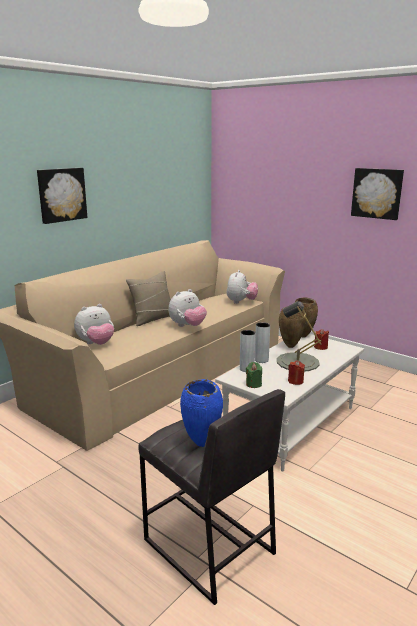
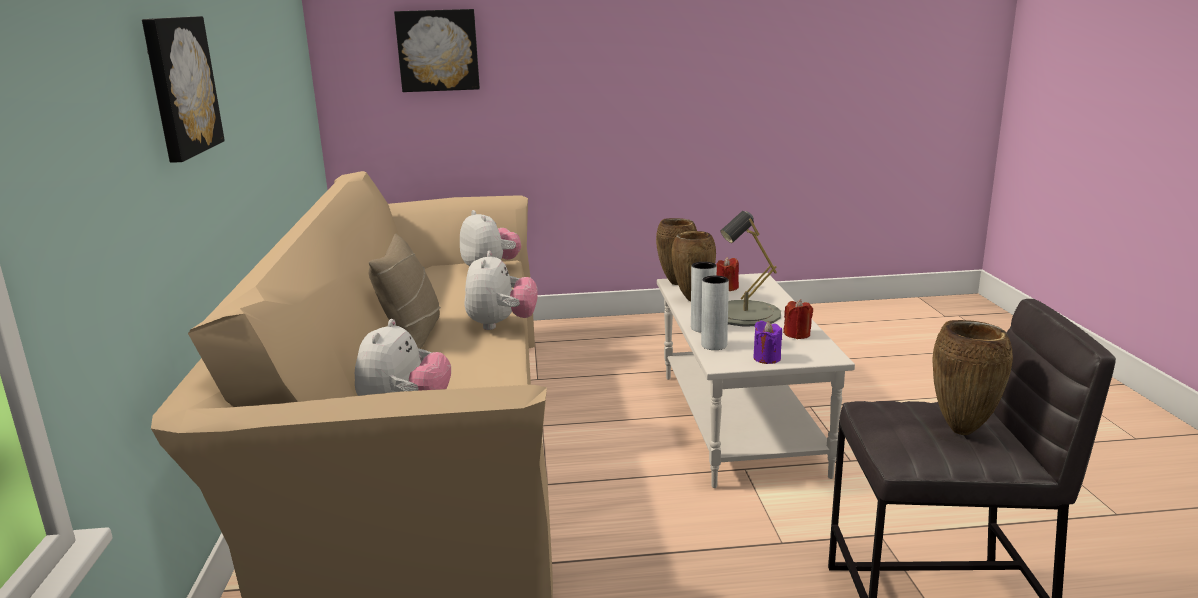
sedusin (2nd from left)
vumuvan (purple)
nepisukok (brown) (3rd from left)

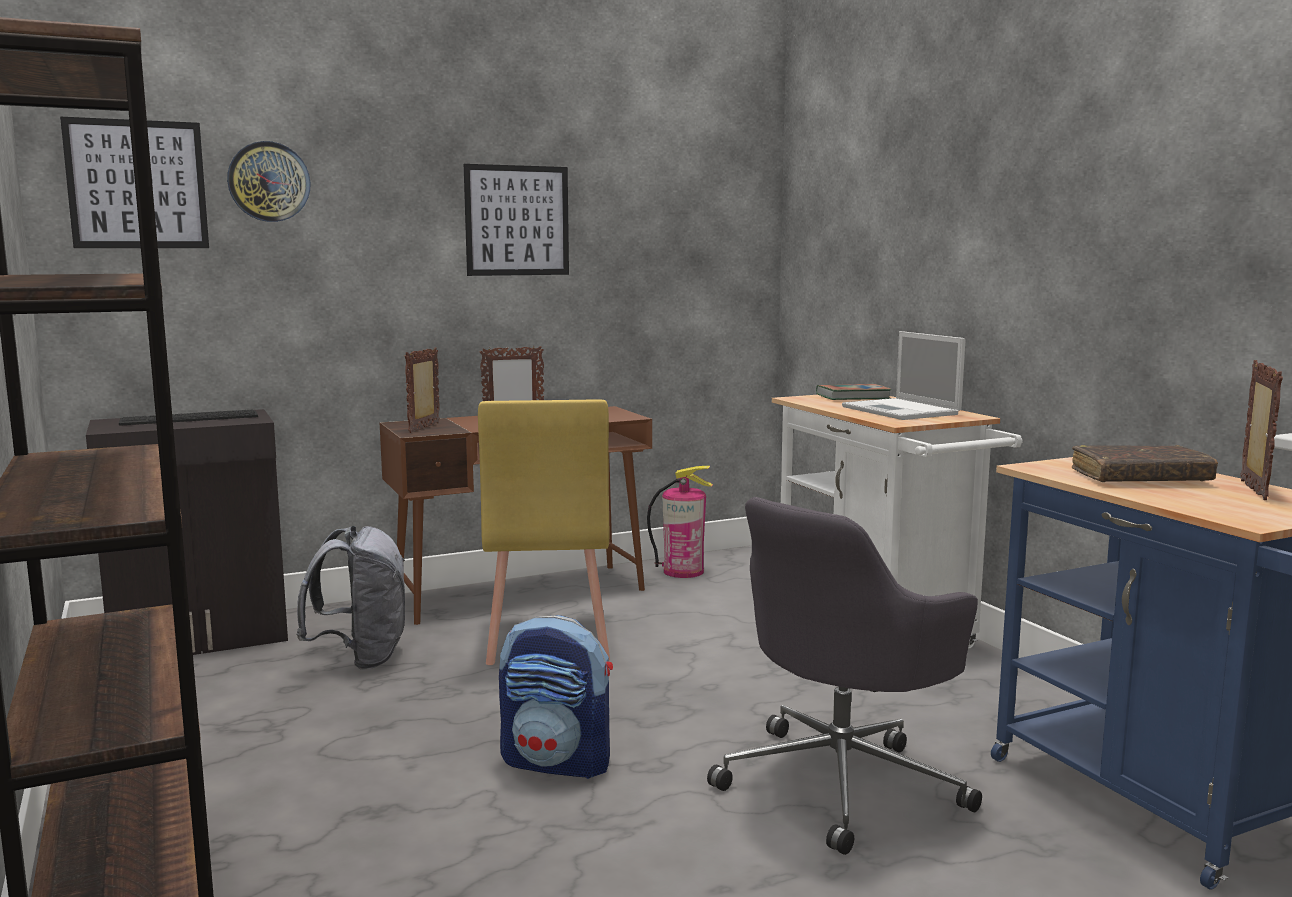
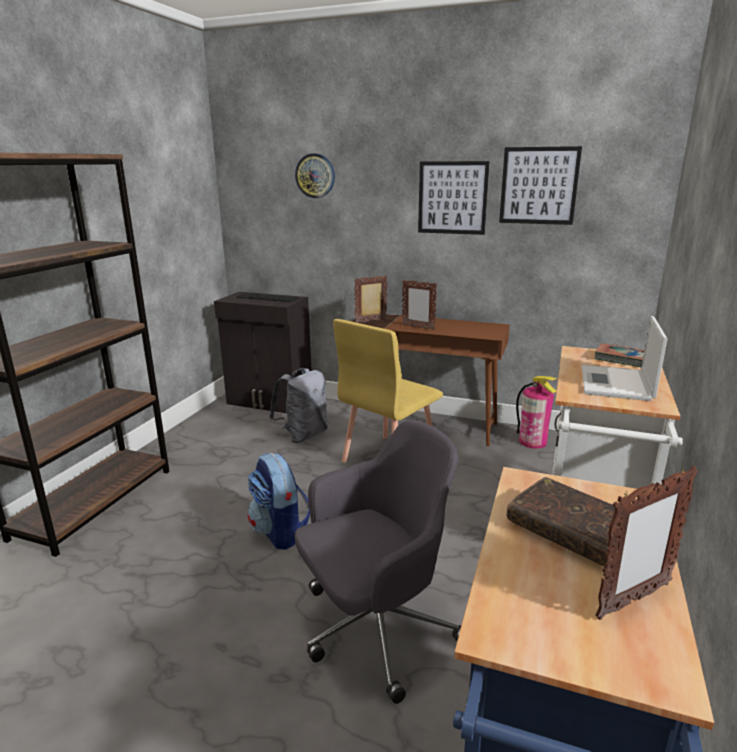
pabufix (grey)
sedusin (2nd from left)

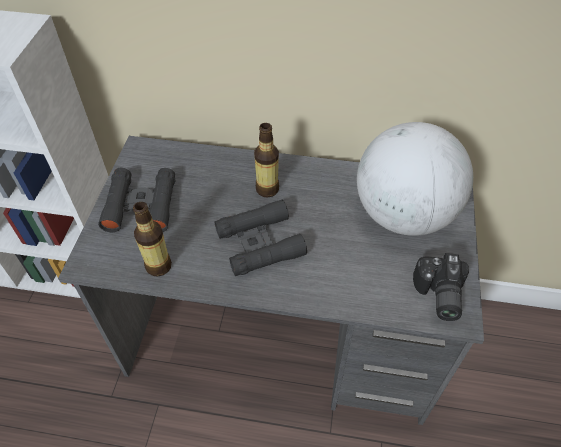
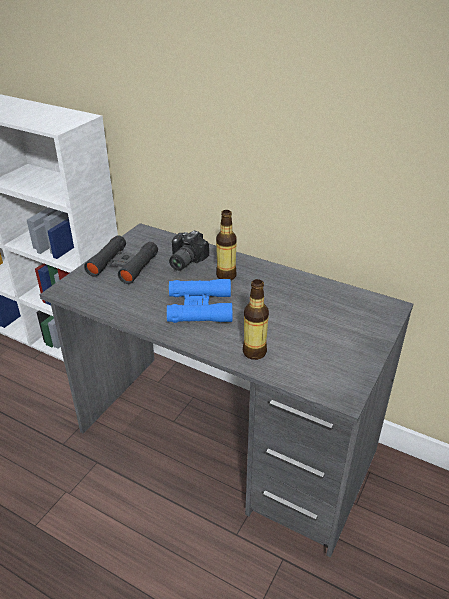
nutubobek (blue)
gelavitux
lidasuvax (2nd from left)
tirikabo

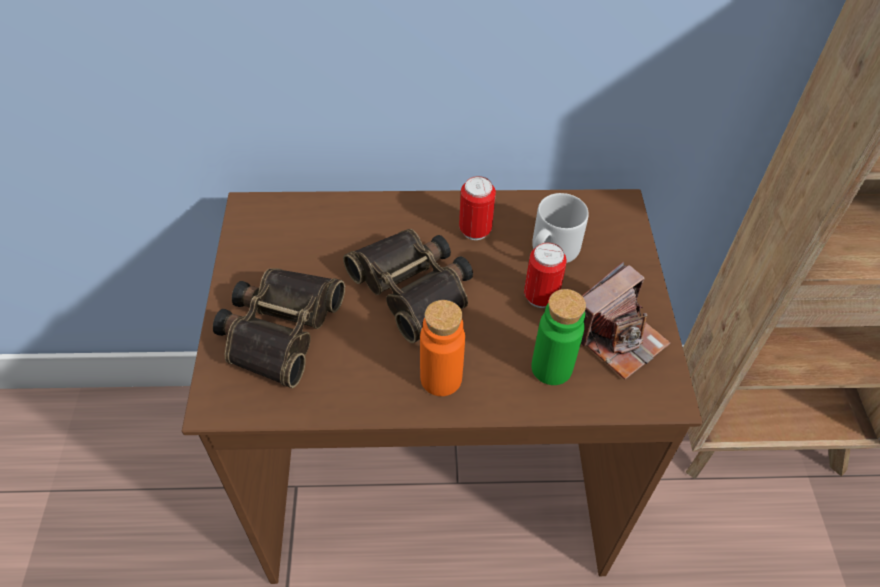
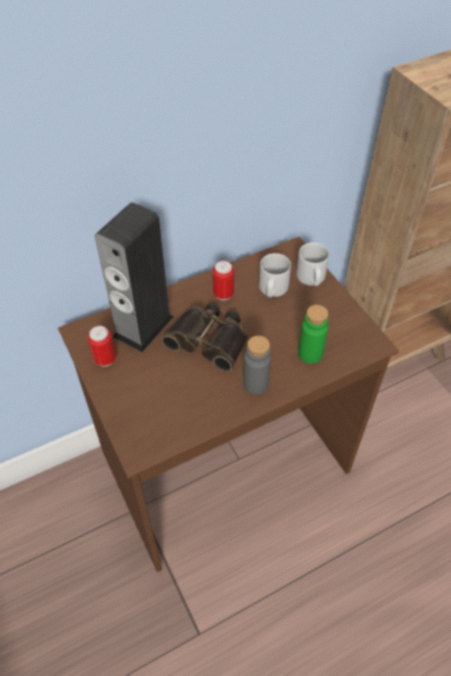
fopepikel (1st from left)
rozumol
lidasuvax (grey)
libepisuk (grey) (2nd from left)
nutubobek (1st from left in the first image)
gelavitux

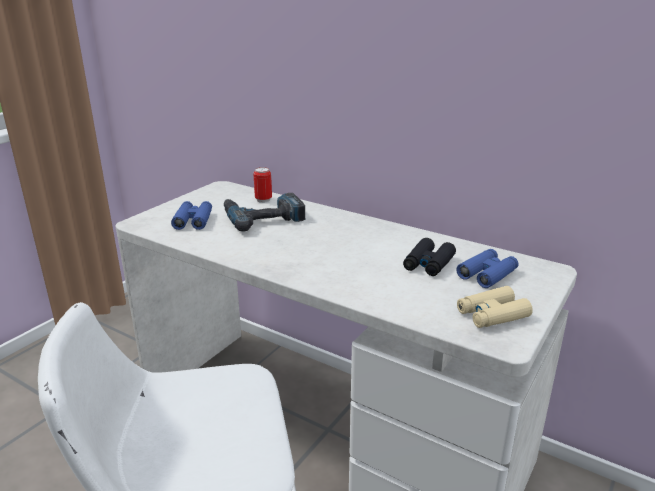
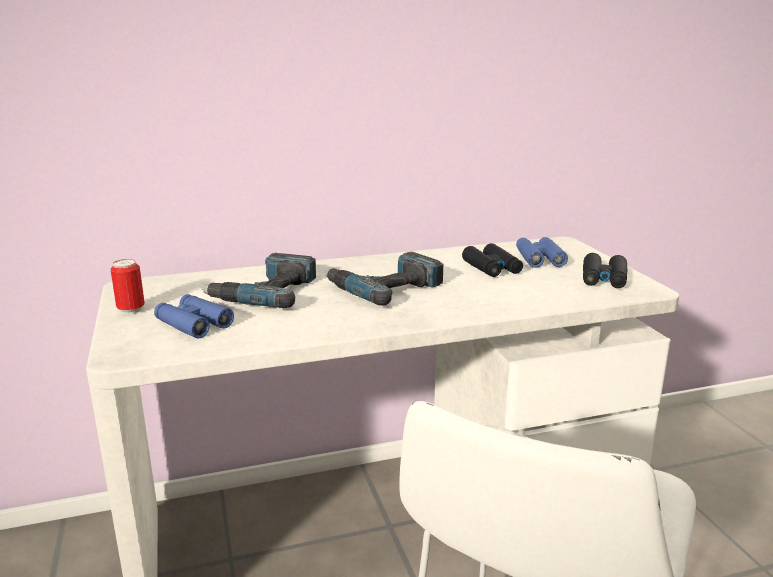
fopepikel
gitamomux (2nd from left)
nutubobek (black) (2nd from left)

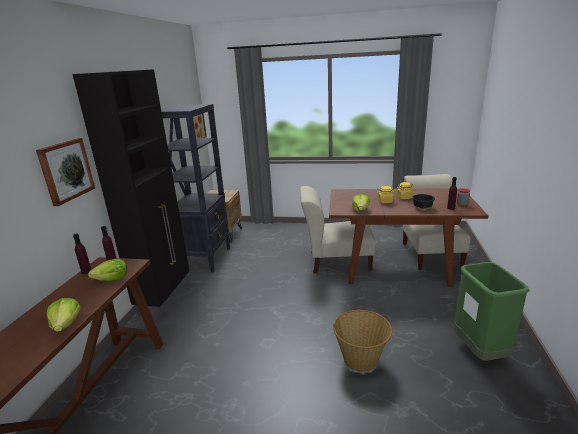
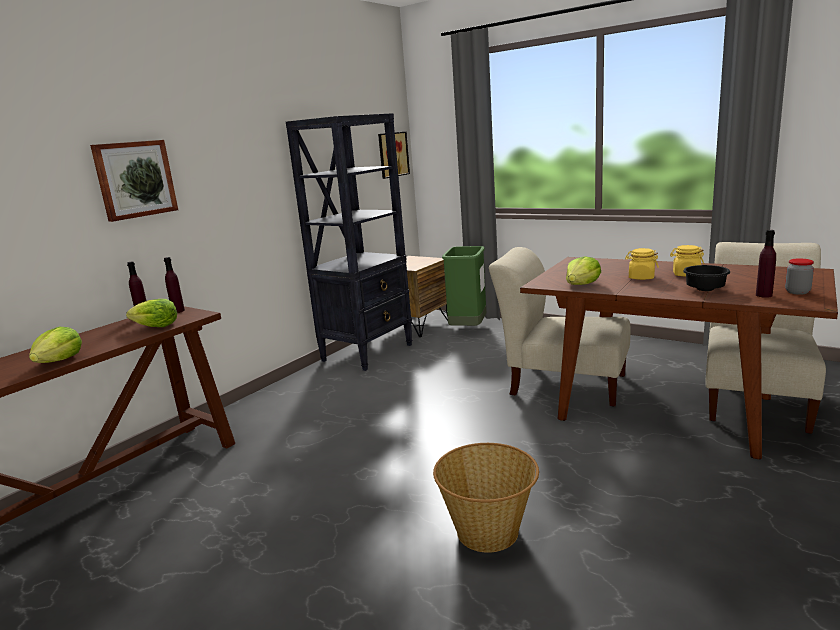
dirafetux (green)
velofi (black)

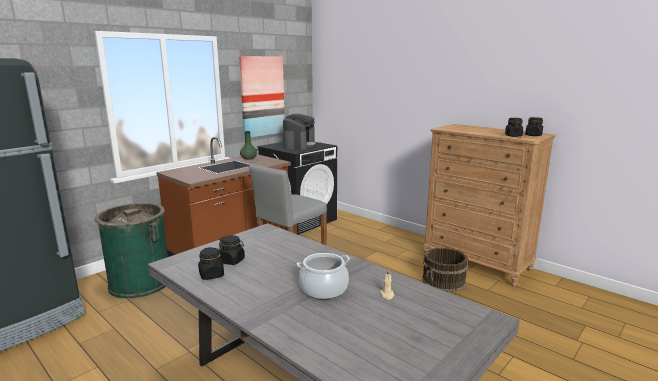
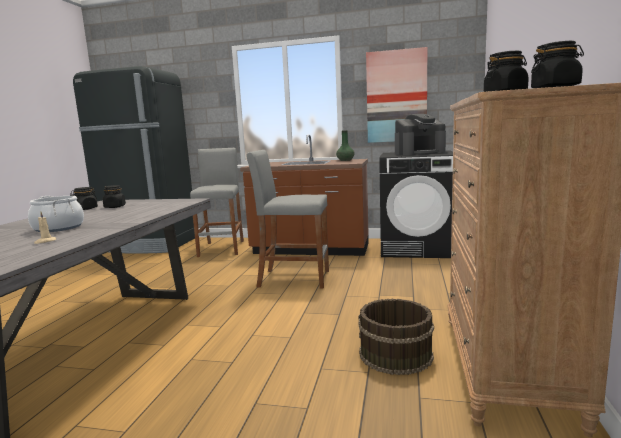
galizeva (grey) (1st from left)

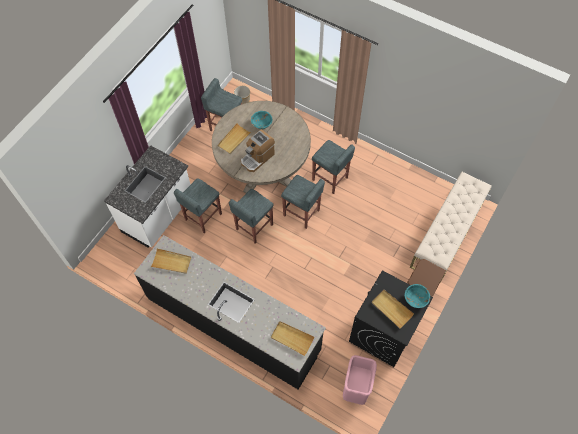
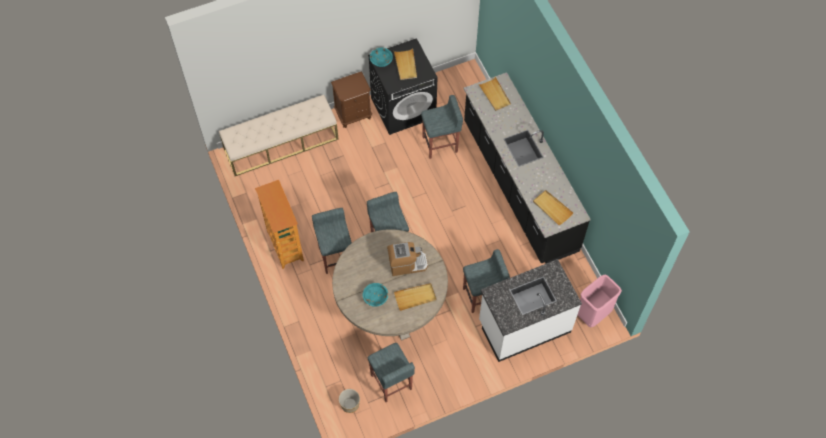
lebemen
galizeva (grey) (4th from left)
dirafetux (pink)

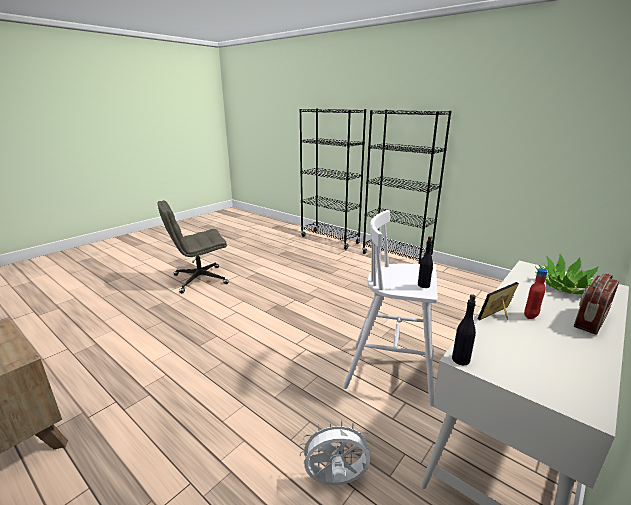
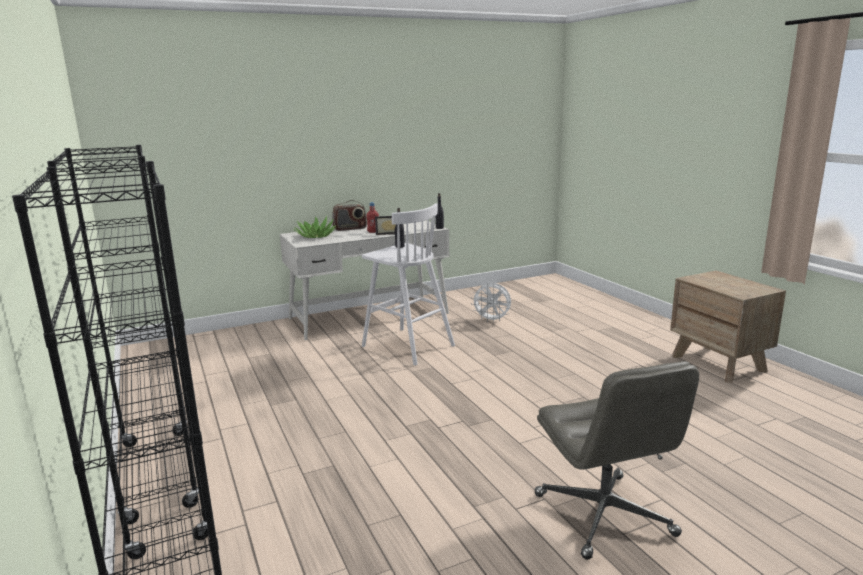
pabufix (grey)

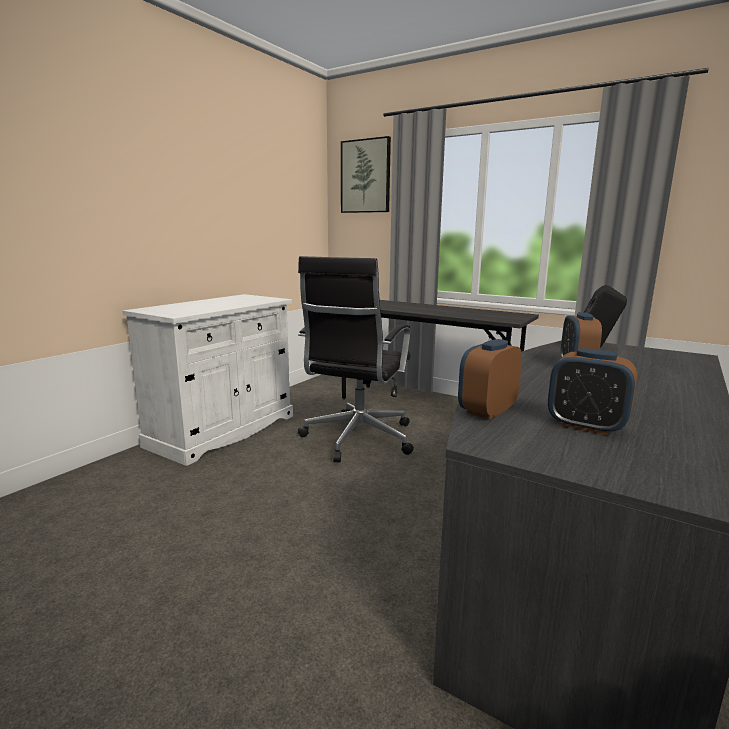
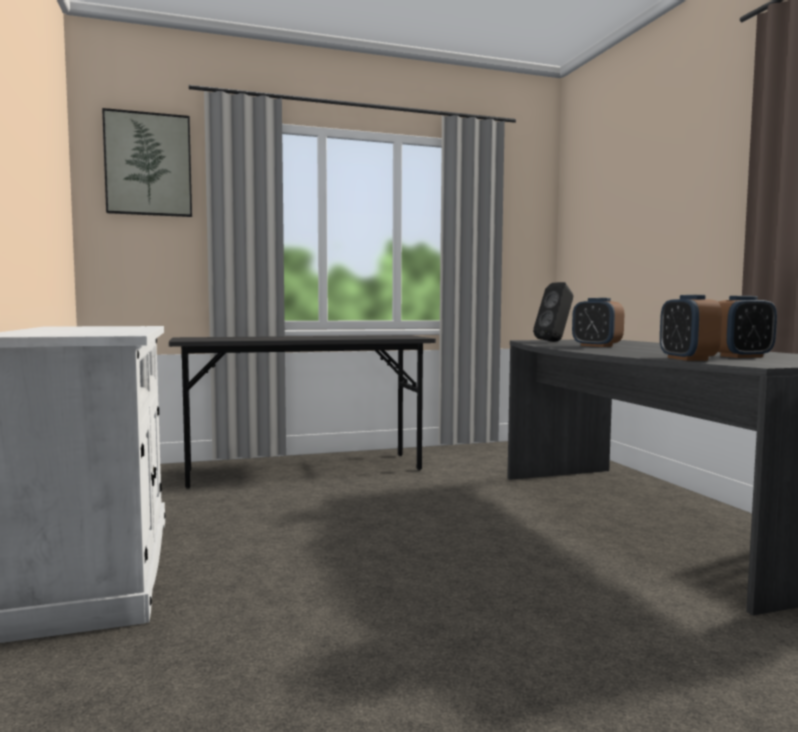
pabufix (black)

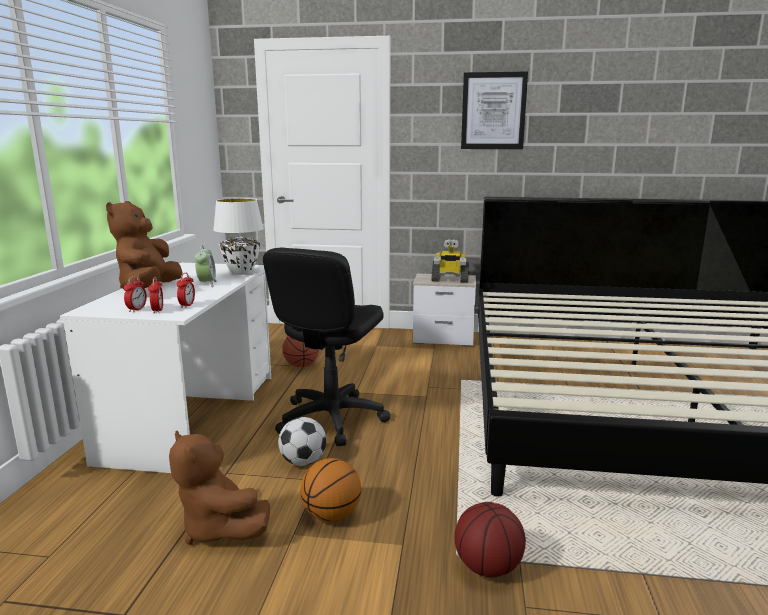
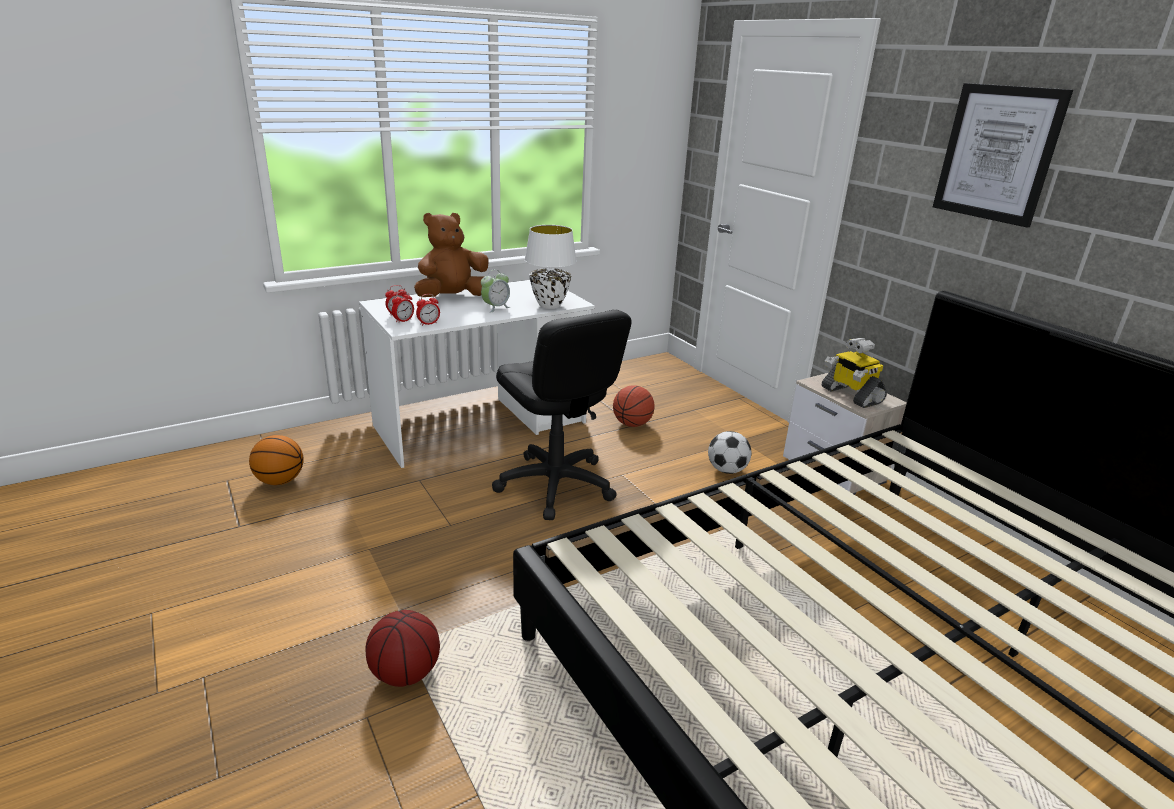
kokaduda (1st from left)
pabufix (black)
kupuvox
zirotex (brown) (2nd from left in the first image)

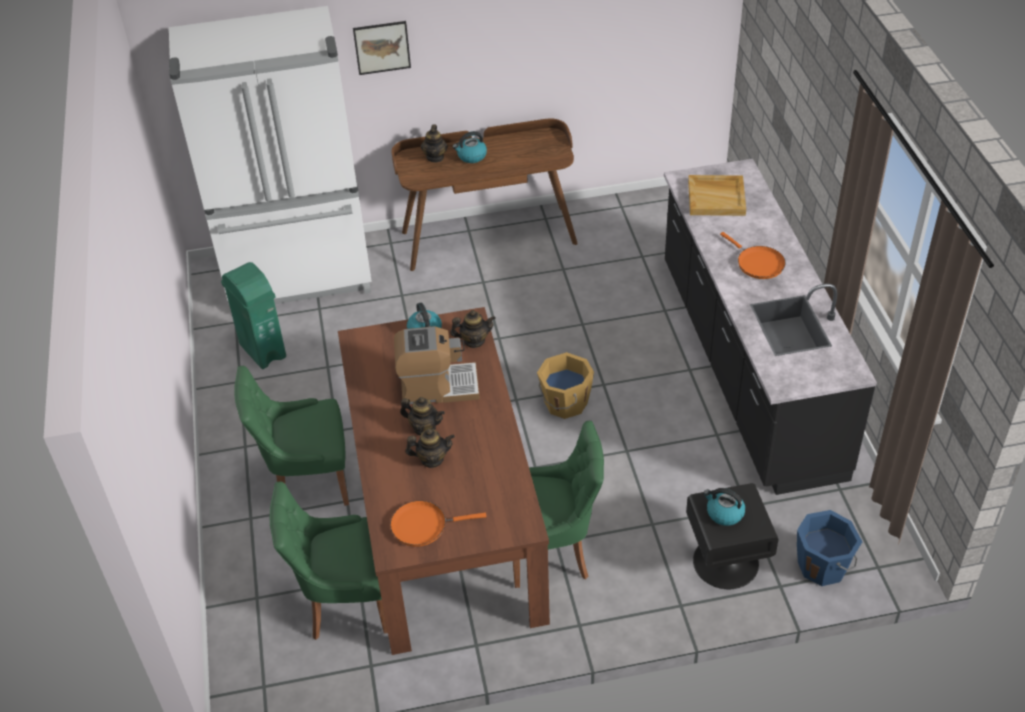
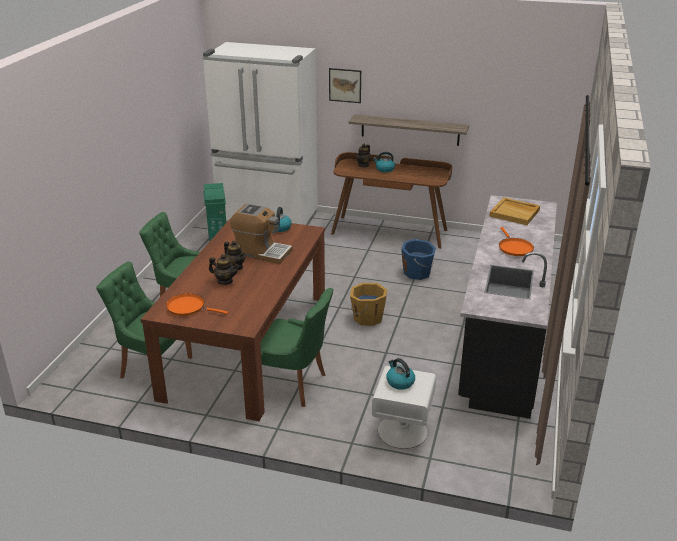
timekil
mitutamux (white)
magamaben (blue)
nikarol (4th from left in the first image)

